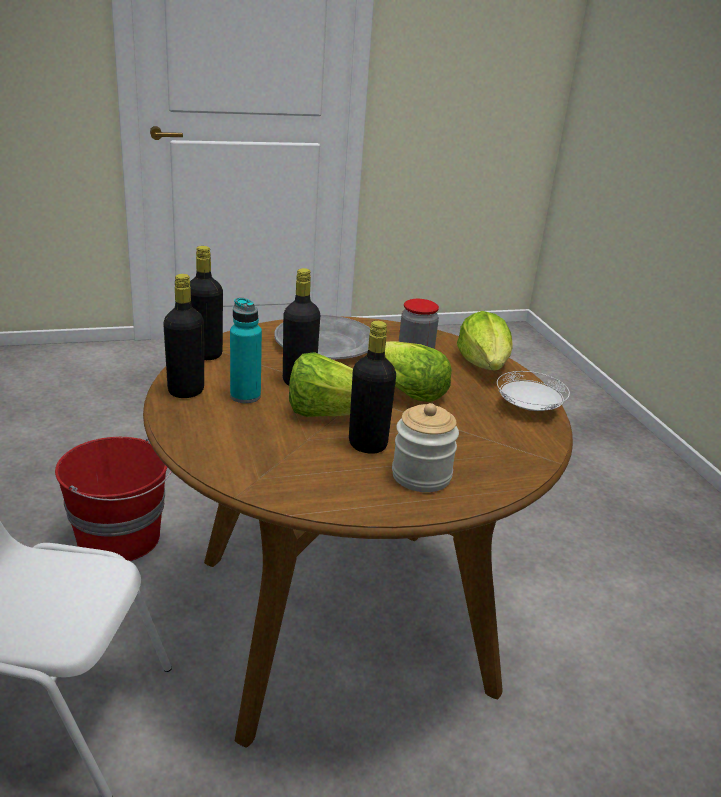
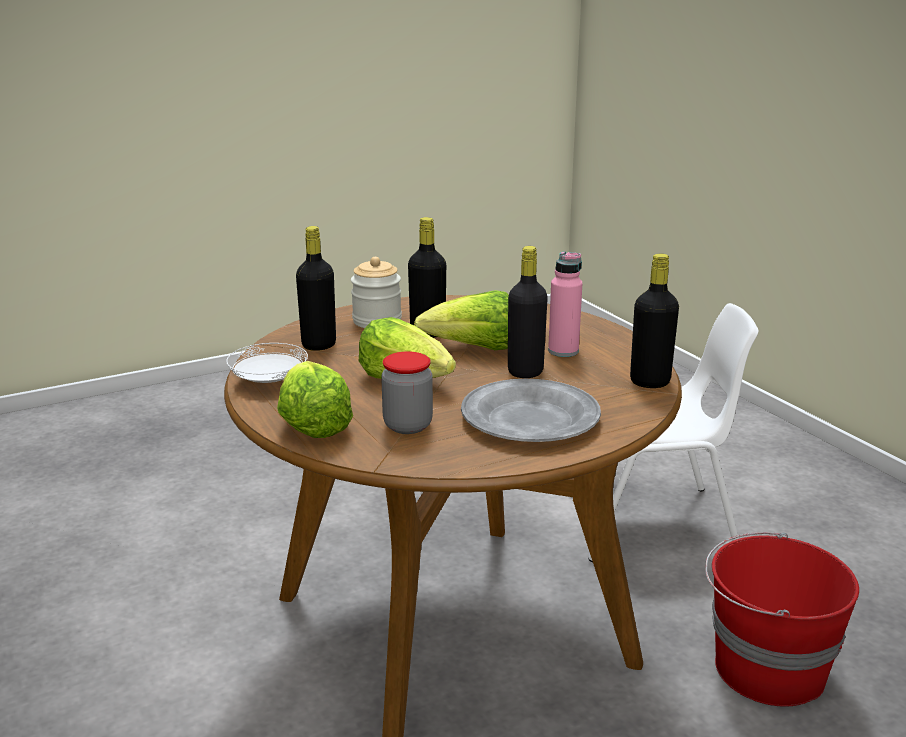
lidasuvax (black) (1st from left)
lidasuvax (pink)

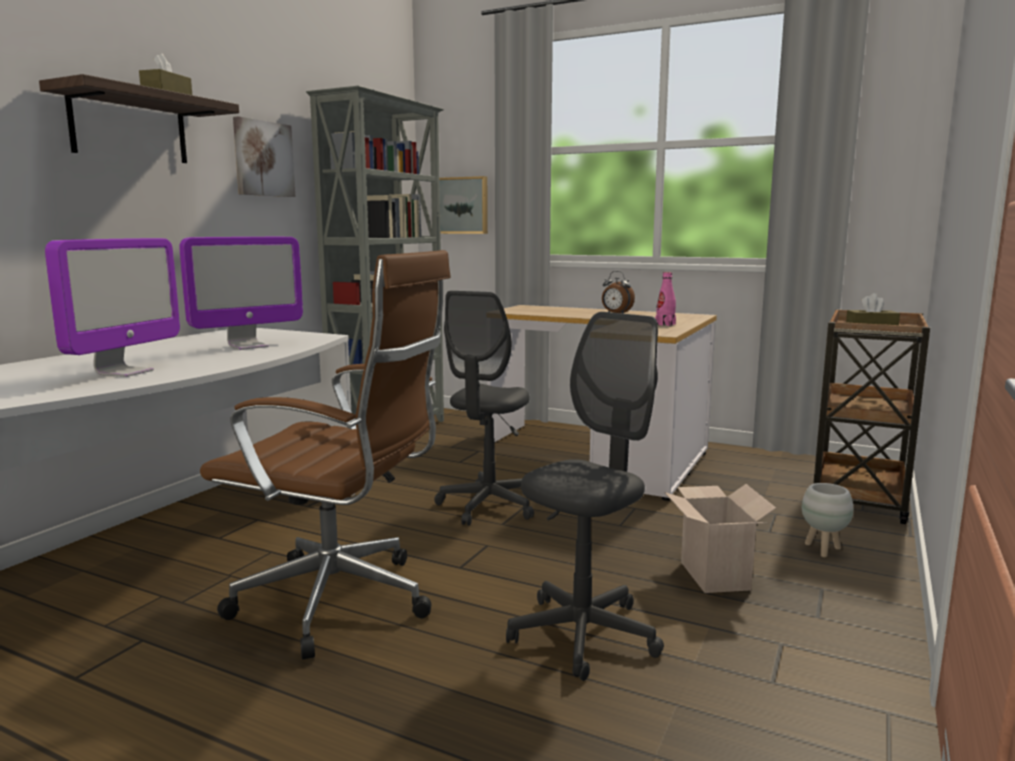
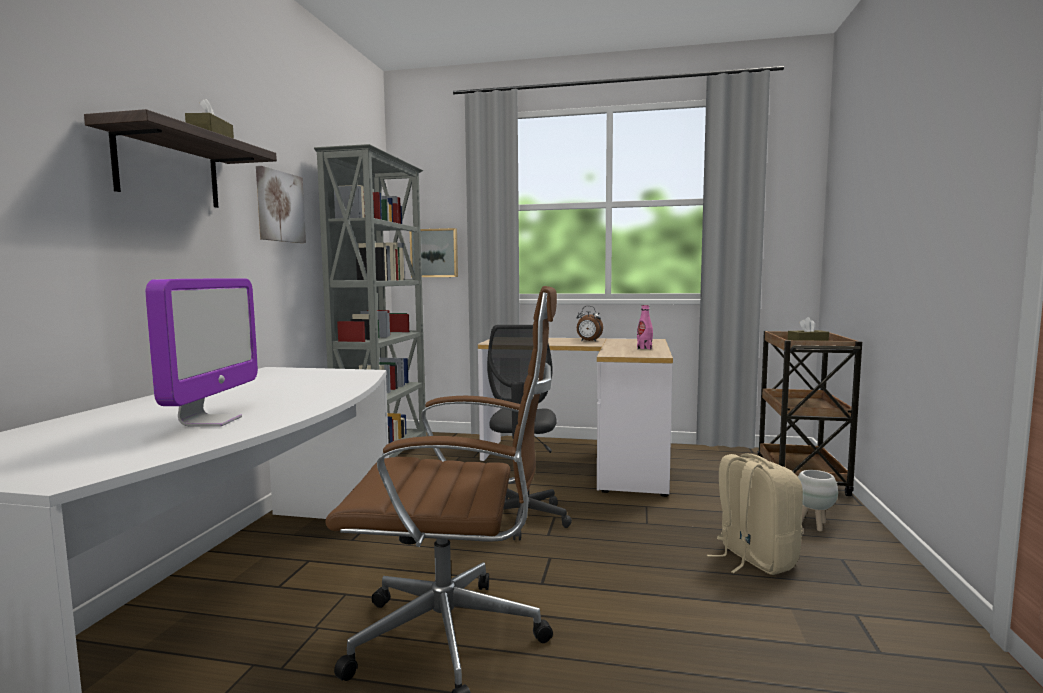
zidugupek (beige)
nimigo (2nd from left in the first image)
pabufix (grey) (2nd from left in the first image)

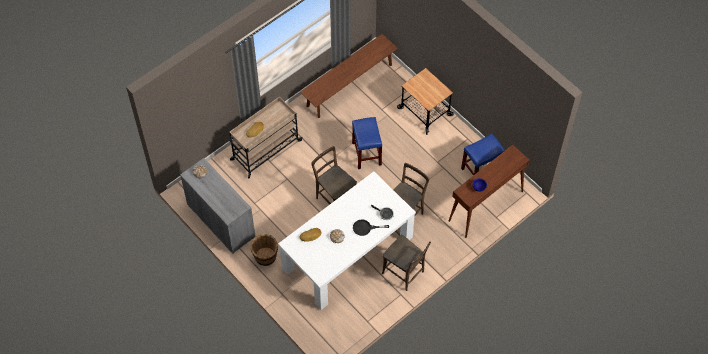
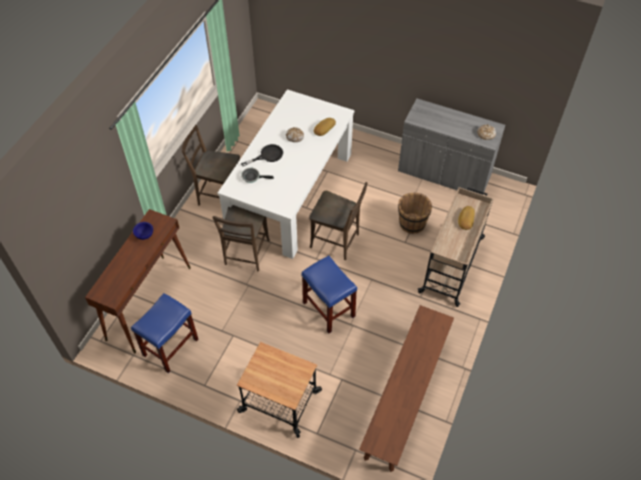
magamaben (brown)

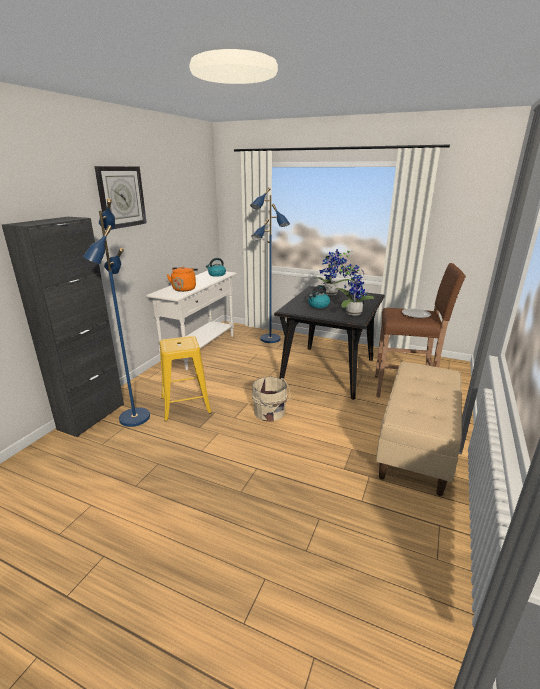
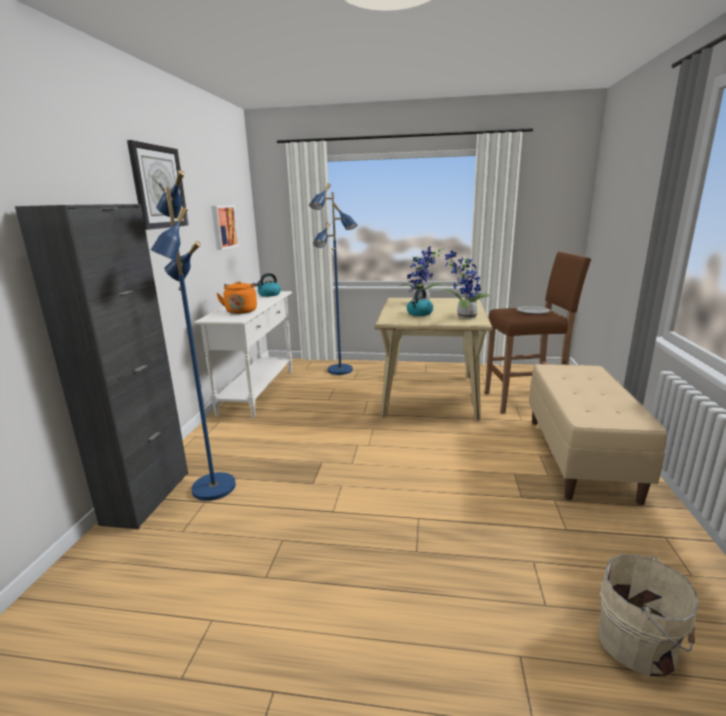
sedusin
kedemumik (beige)
magamaben (beige)
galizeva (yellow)

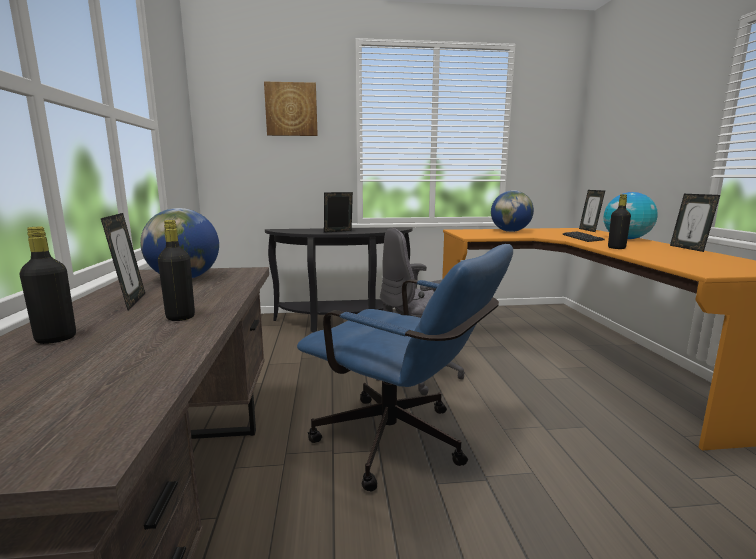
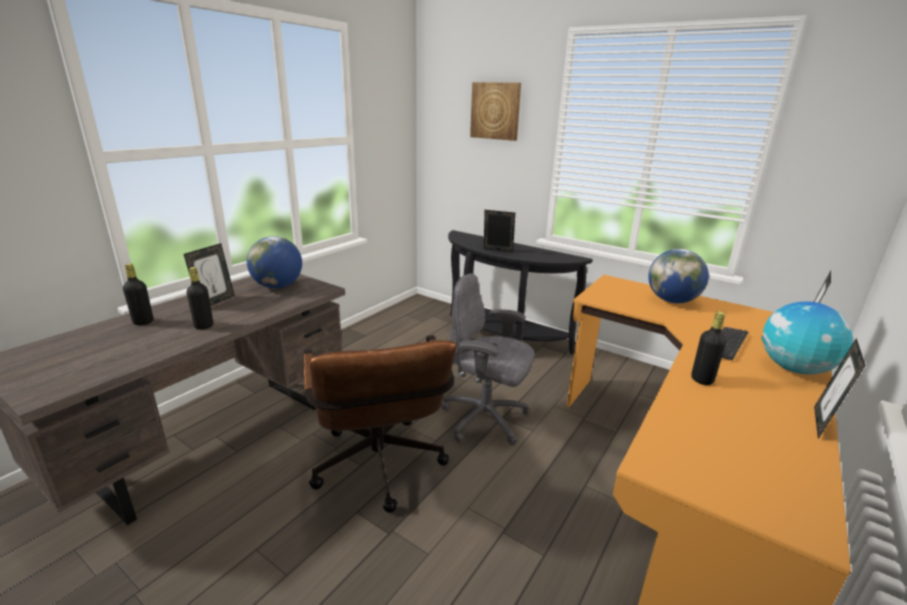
pabufix (brown)

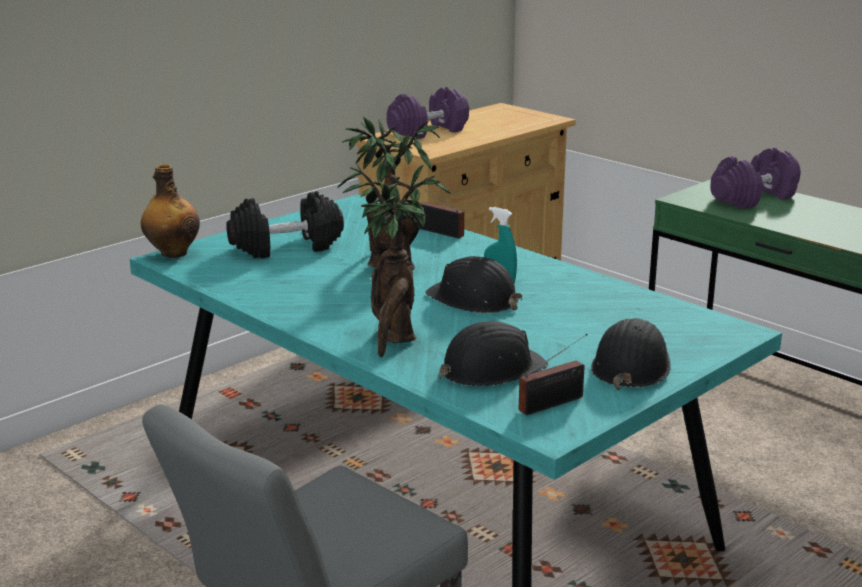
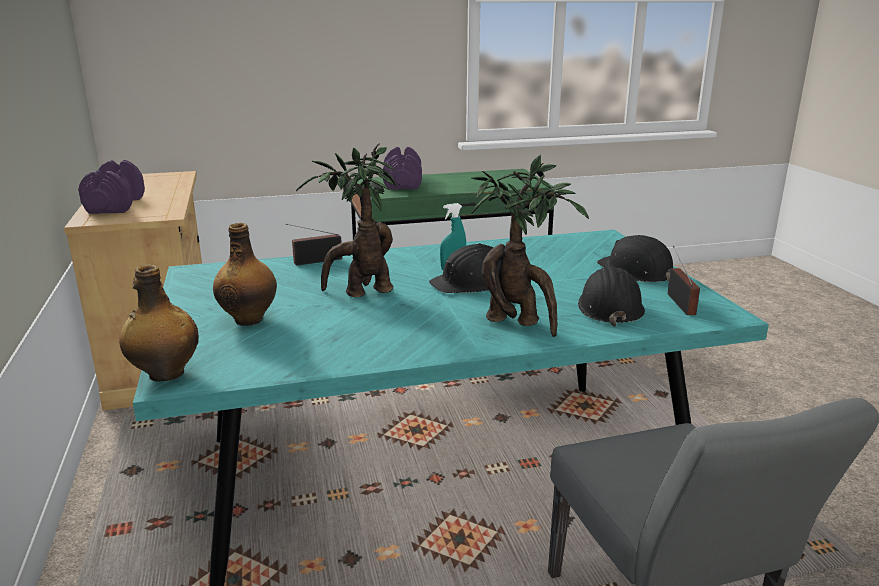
lidasuvax (2nd from left)

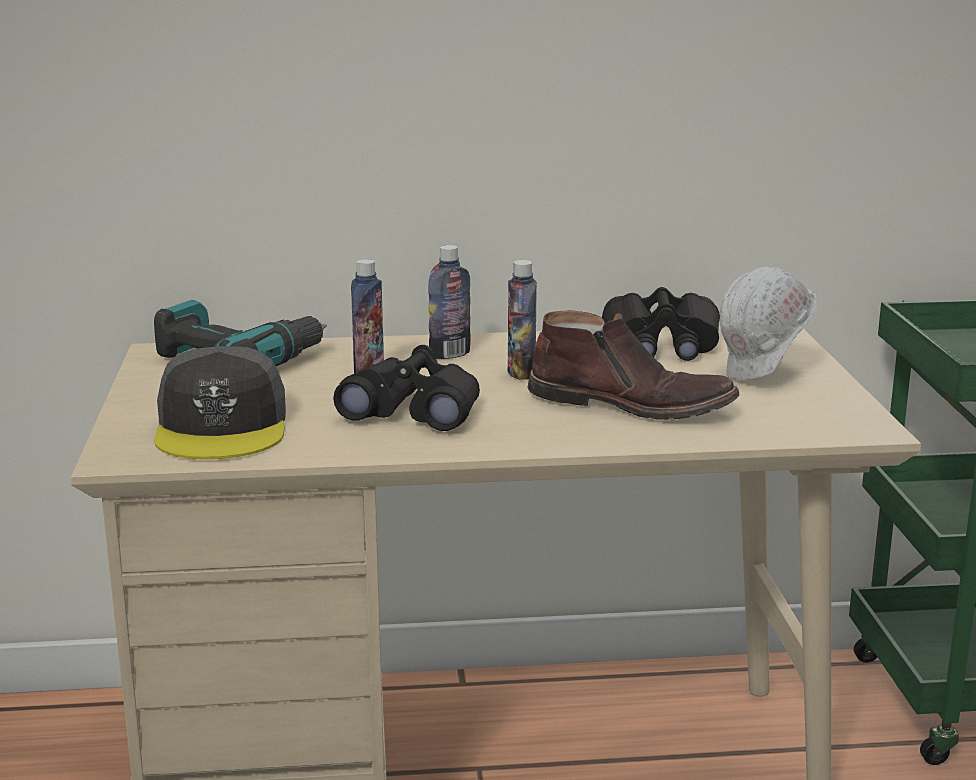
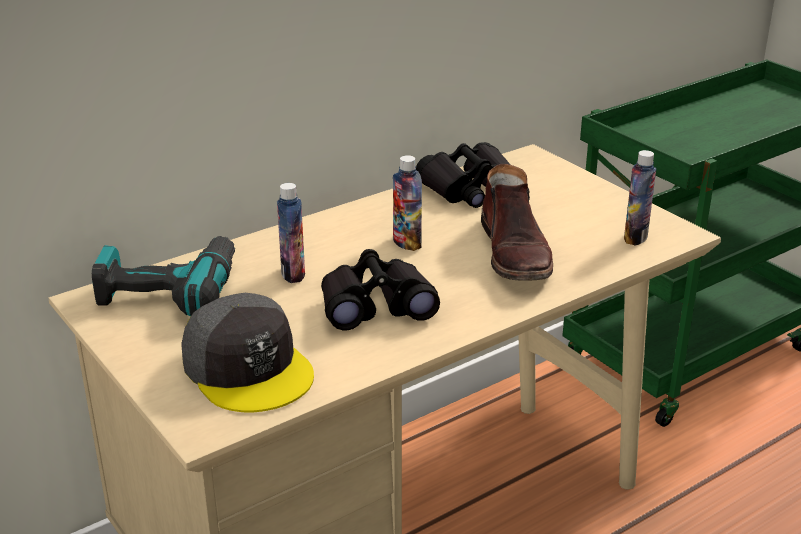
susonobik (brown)
lidasuvax (3rd from left)
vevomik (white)

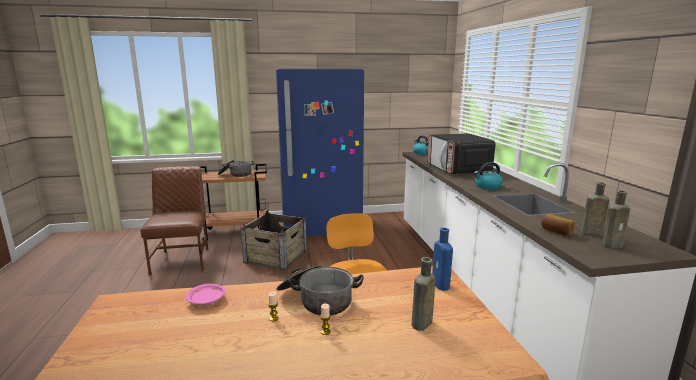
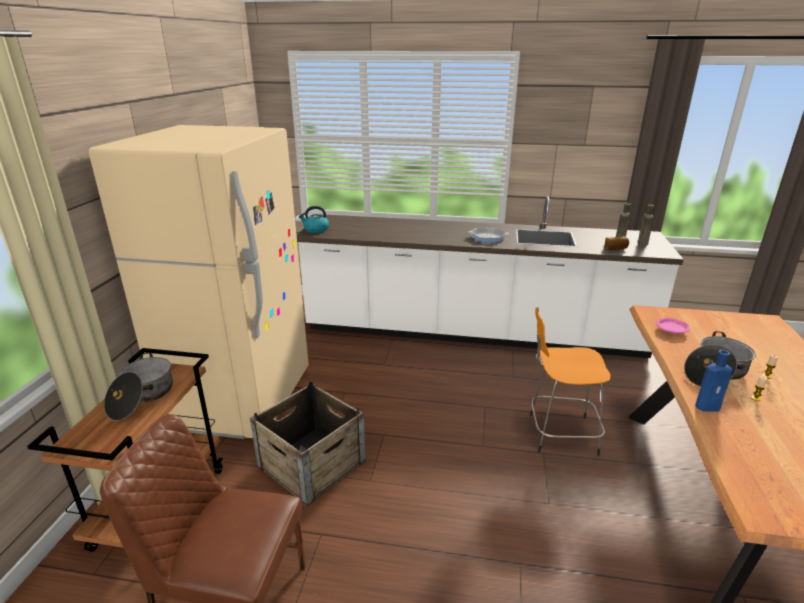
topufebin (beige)
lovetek
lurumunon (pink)
lidasuvax (blue)
lidasuvax (brown) (1st from left in the first image)
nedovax

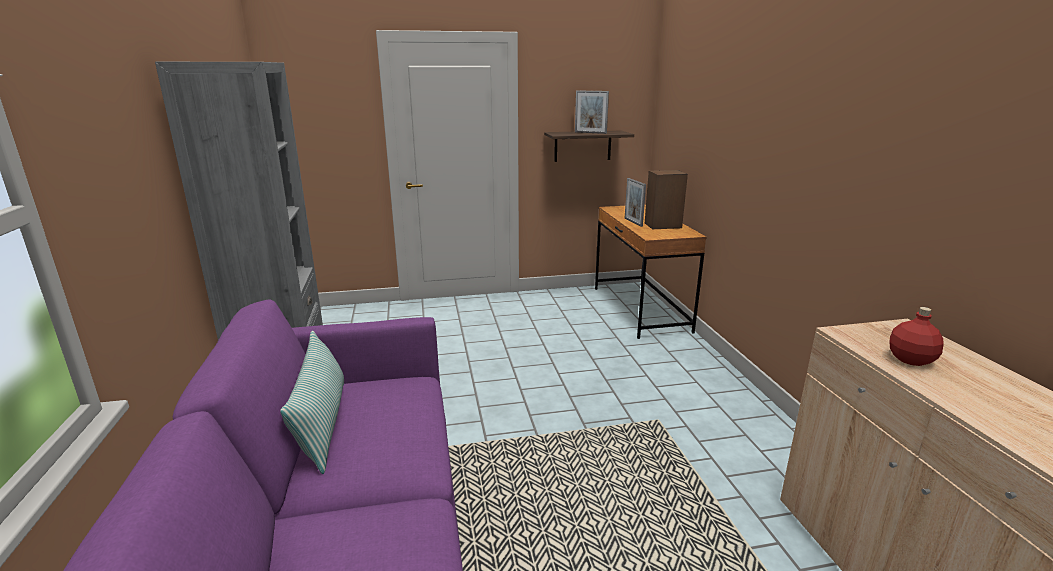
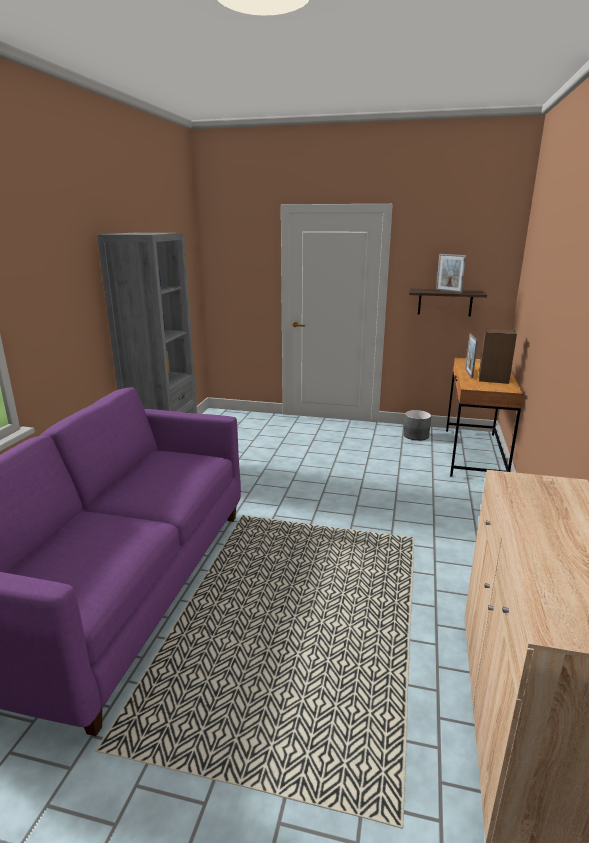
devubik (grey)
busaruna
lidasuvax (red)

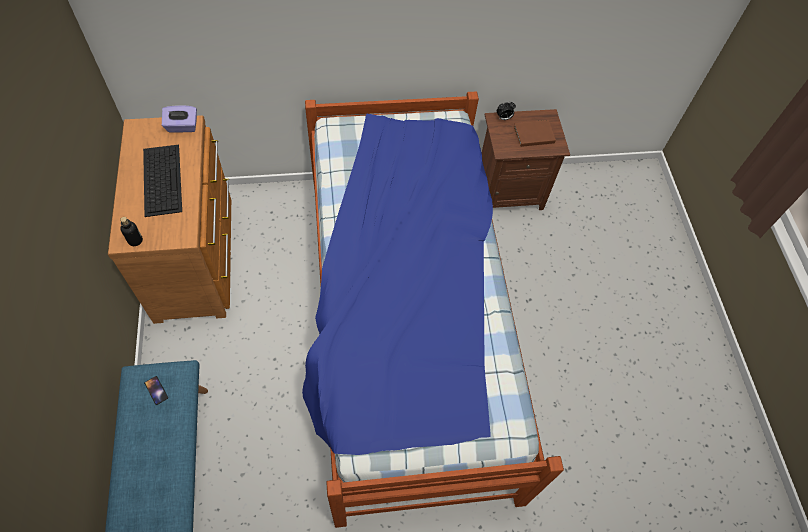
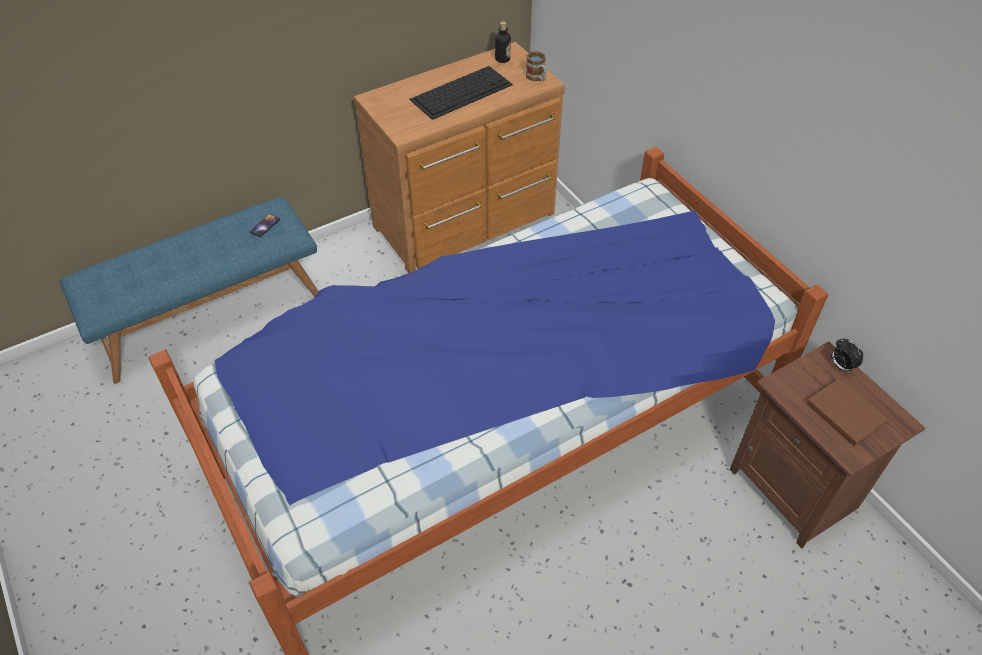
lidasuvax
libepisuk

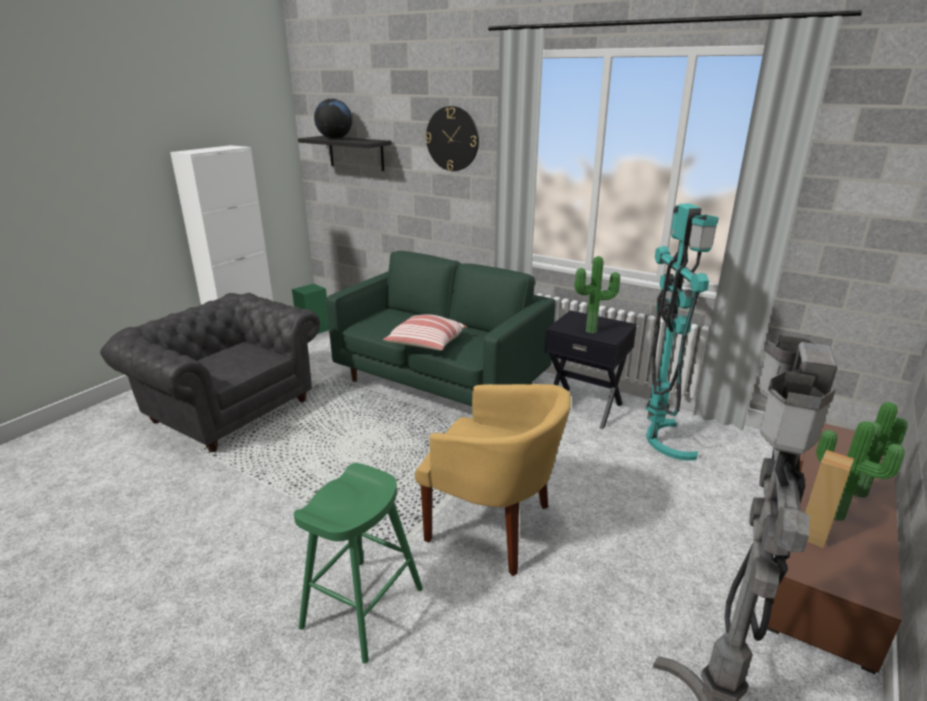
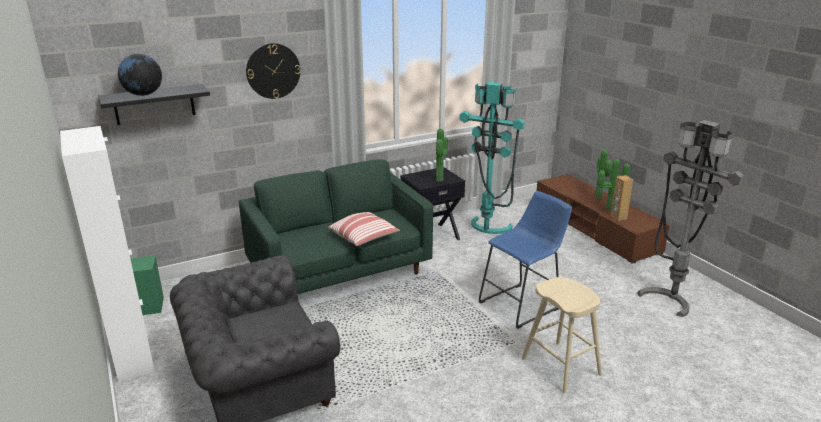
galizeva (blue)
galizeva (beige)

